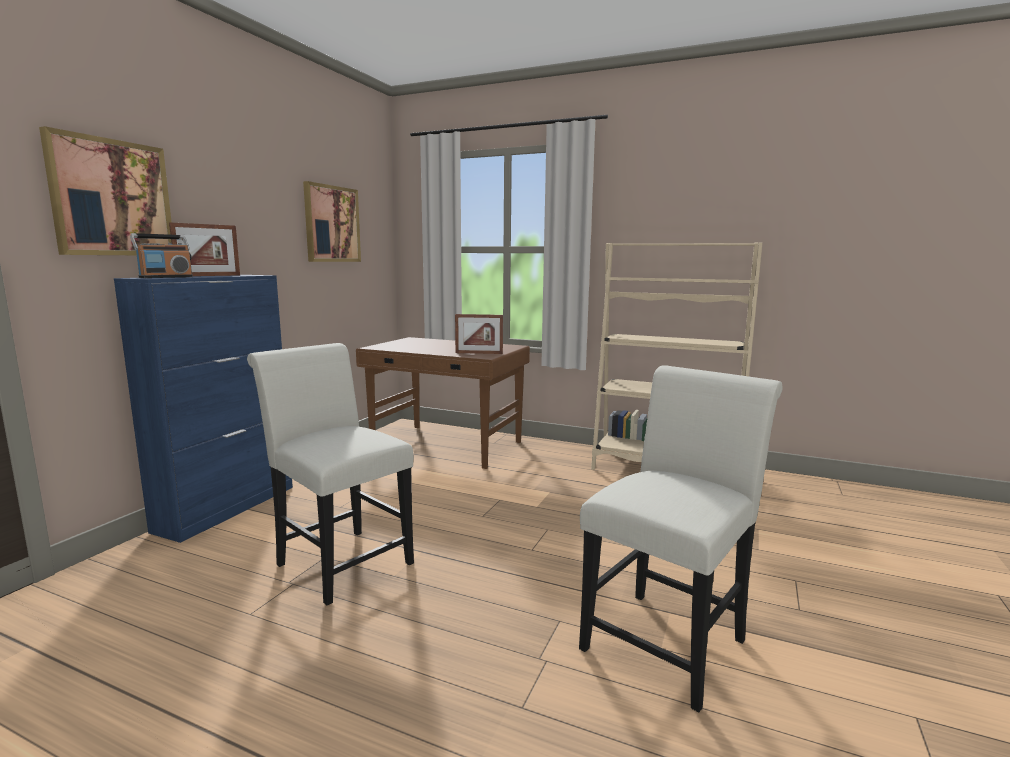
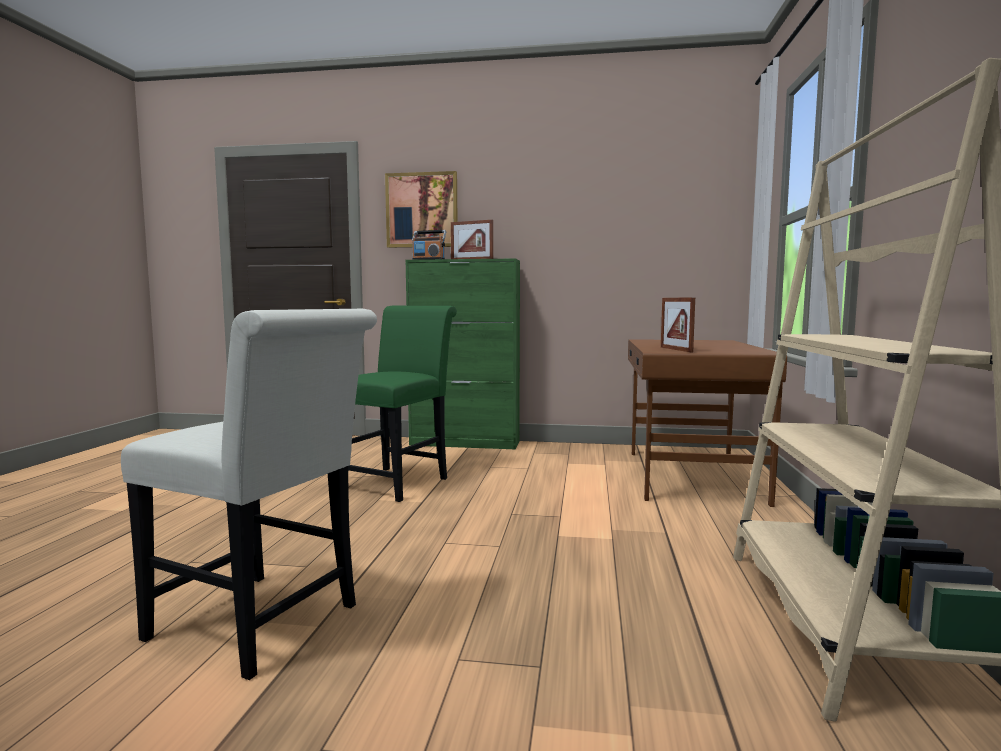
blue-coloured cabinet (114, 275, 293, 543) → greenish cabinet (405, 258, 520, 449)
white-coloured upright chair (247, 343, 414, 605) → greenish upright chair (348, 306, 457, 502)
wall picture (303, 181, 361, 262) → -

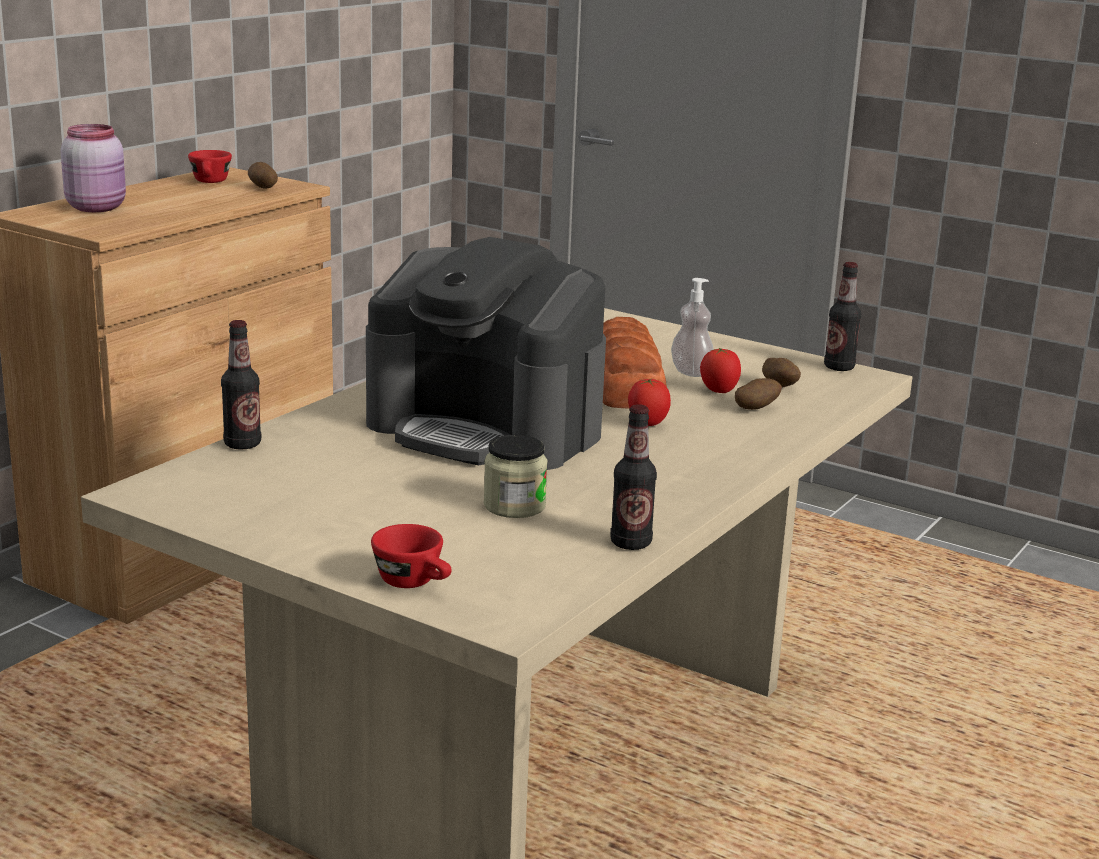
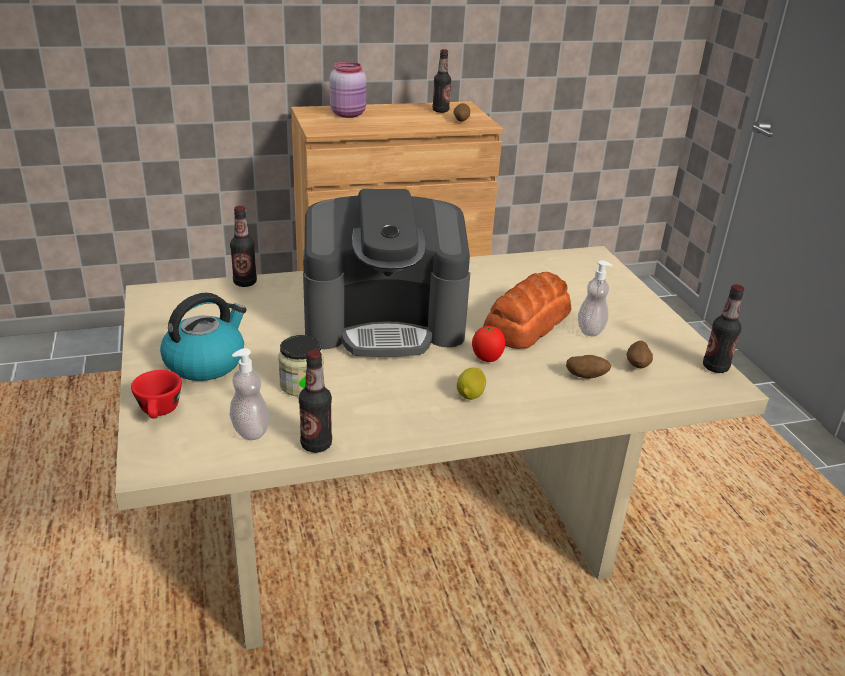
red drinking cup (188, 150, 232, 183) → bottle (432, 49, 451, 113)
coffee maker (366, 237, 606, 470) → coffee maker (303, 189, 471, 357), 75 degrees counterclockwise
whole tomato (700, 348, 741, 393) → -
- → water kettle (160, 293, 246, 381)
- → soap bottle (230, 348, 269, 440)
- → lemon (457, 368, 486, 400)

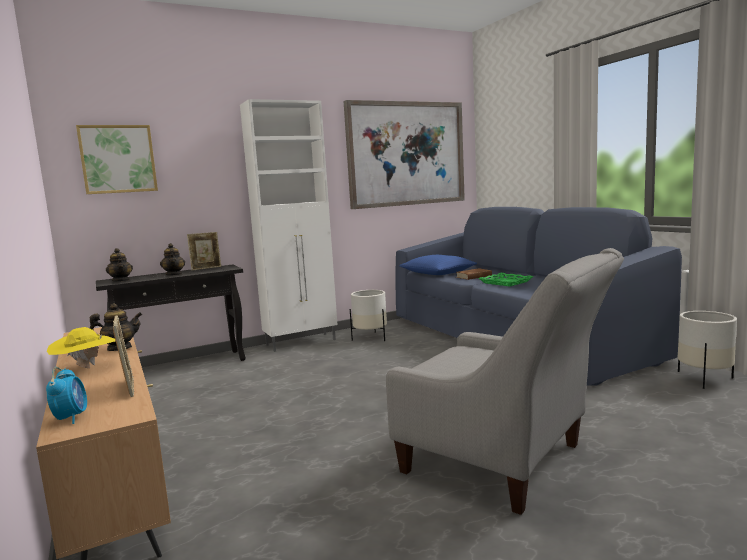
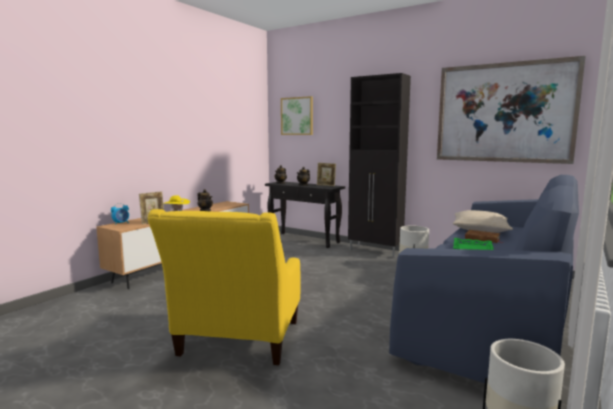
white-coloured cabinet (240, 99, 338, 352) → black-coloured cabinet (348, 73, 411, 258)
grey lounge chair (386, 248, 624, 515) → yellow lounge chair (148, 209, 300, 365)
blue-coloured pillow (399, 255, 477, 275) → beige-coloured pillow (453, 210, 513, 233)

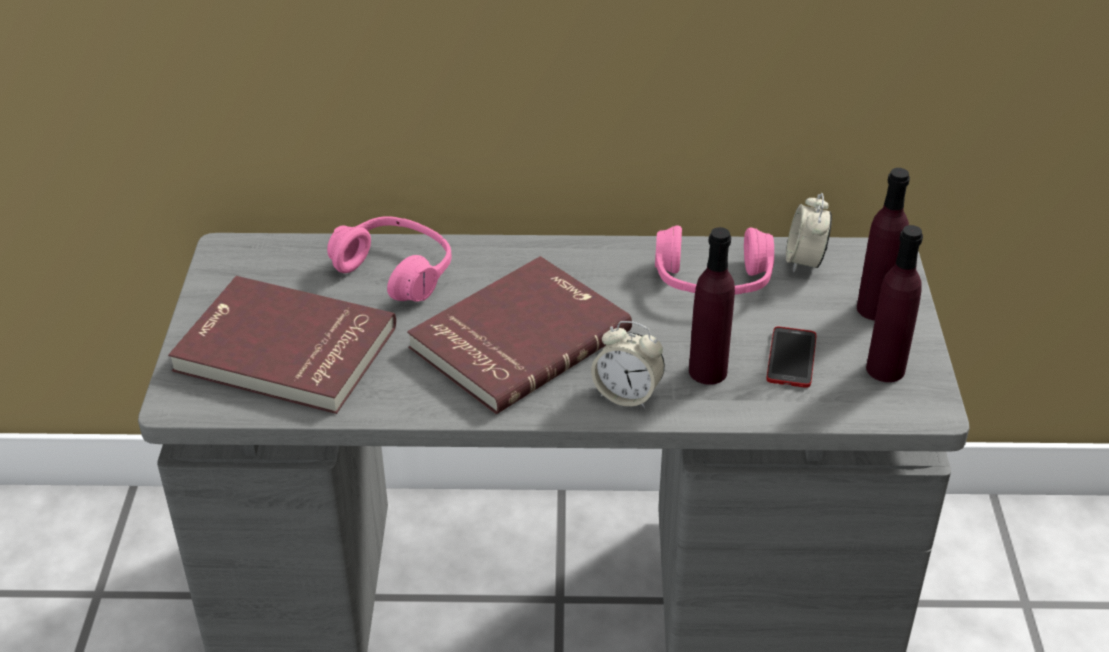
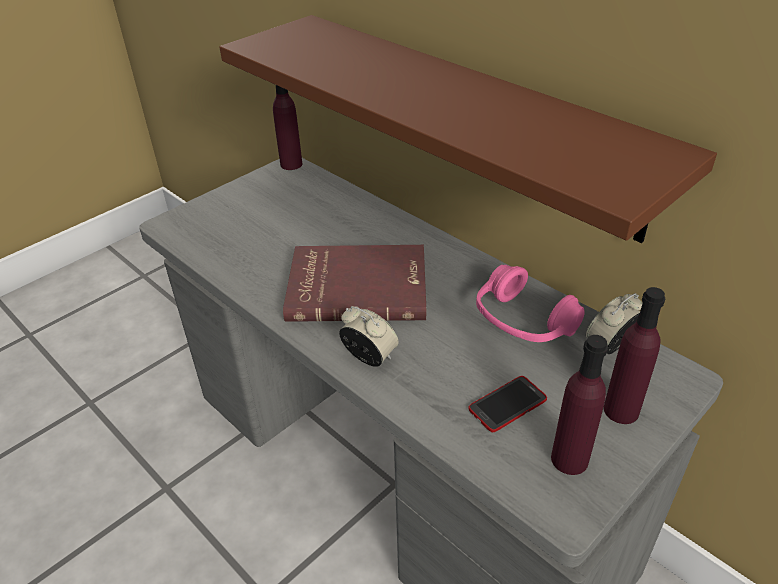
red book (168, 276, 396, 414) → -
pinkish headset (327, 216, 452, 302) → -
bedside clock (591, 321, 665, 408) → bedside clock (339, 306, 398, 367), 150 degrees clockwise
purple-coloured bottle (689, 227, 735, 385) → purple-coloured bottle (273, 85, 302, 170), moved
- → brown-coloured bracket shelf (219, 15, 717, 243)

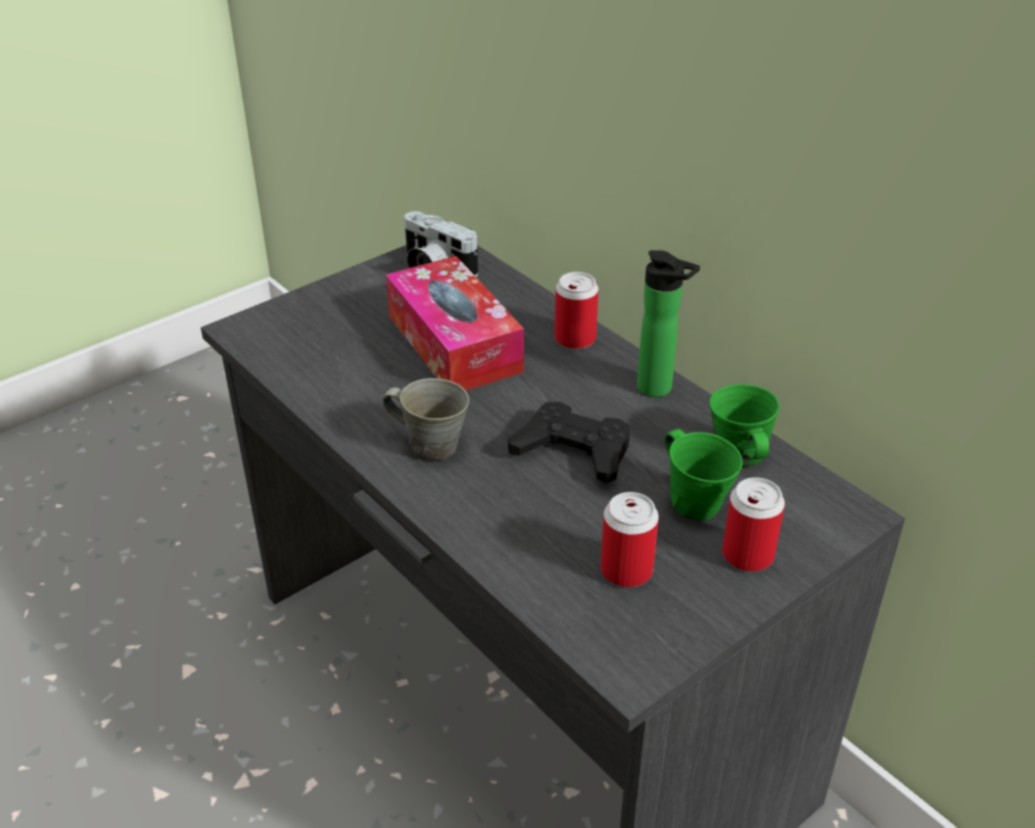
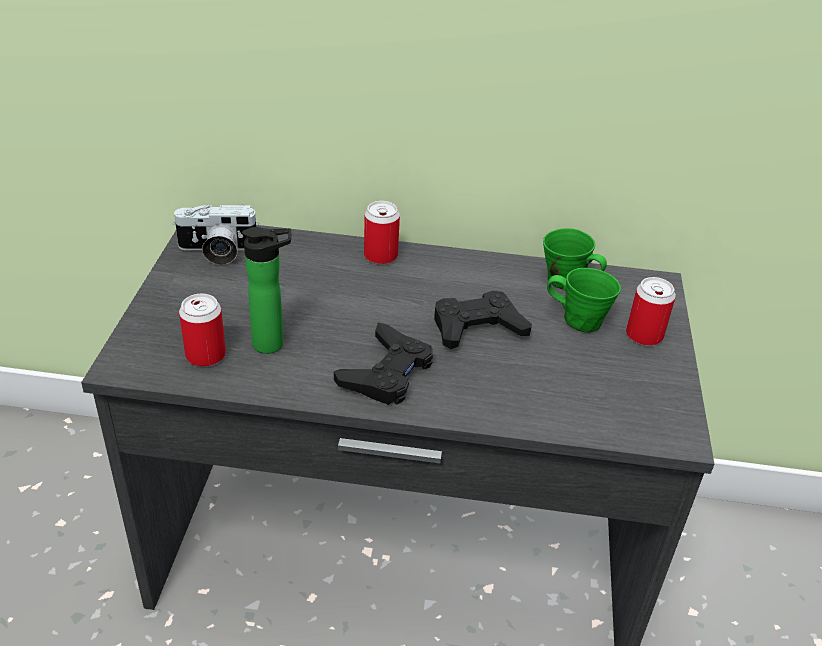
grey mug (383, 378, 469, 461) → black-coloured joypad (334, 322, 433, 405)
tissue box (386, 256, 524, 390) → -
sealed can (600, 492, 659, 587) → sealed can (179, 294, 226, 367), moved
bottle (637, 250, 700, 397) → bottle (242, 227, 291, 354), moved

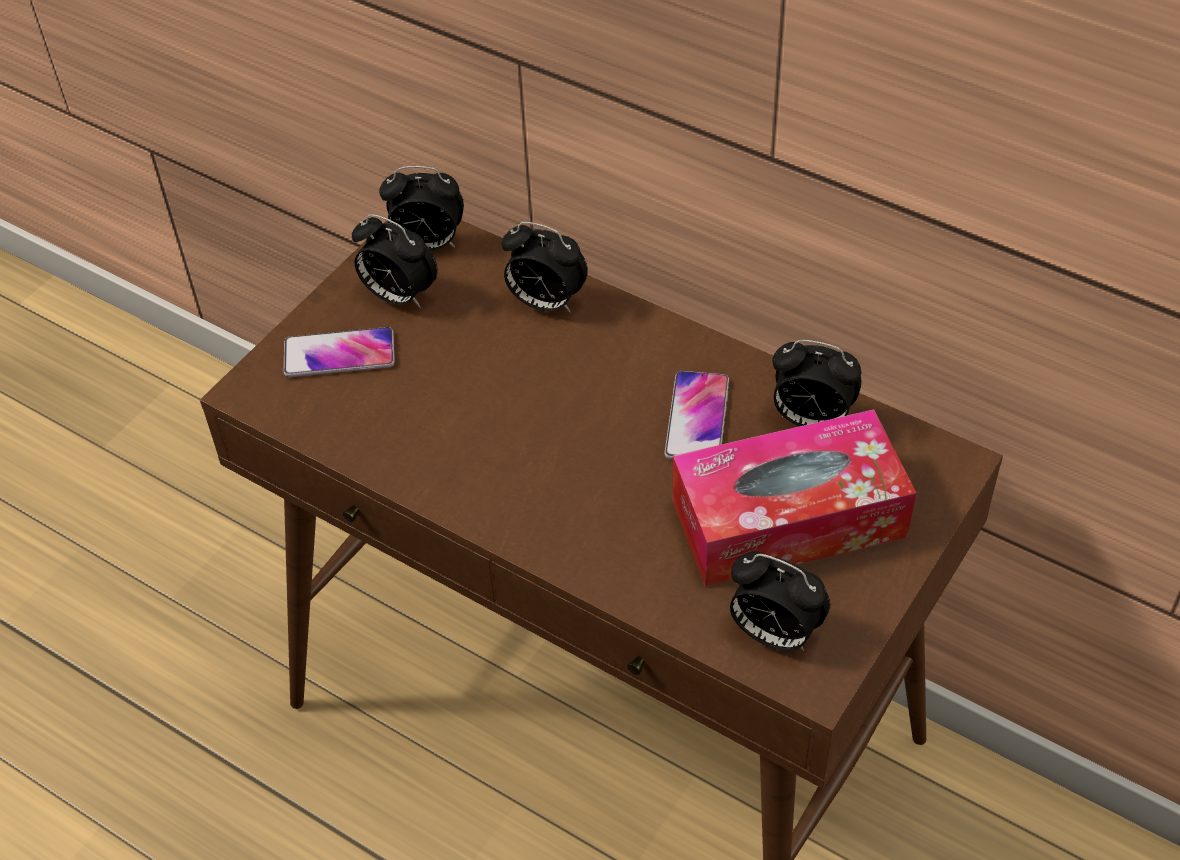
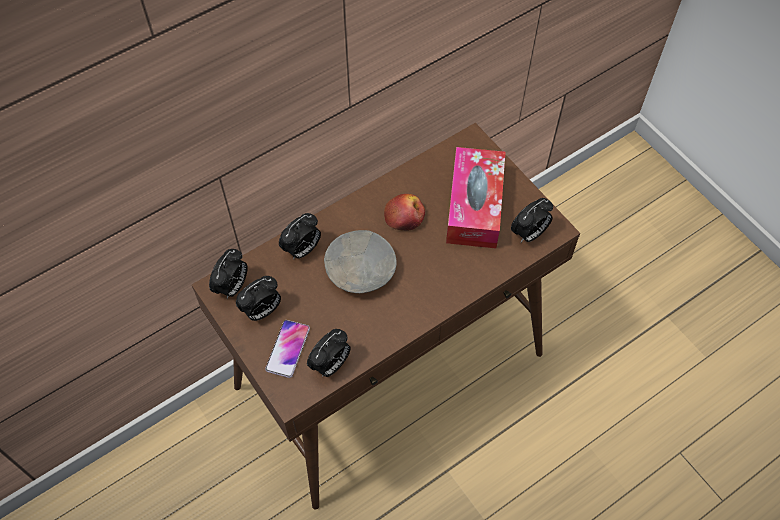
phone (665, 371, 729, 460) → apple (384, 194, 425, 231)
bedside clock (772, 340, 862, 426) → bedside clock (307, 329, 351, 377), moved
- → grey bowl (324, 230, 397, 293)

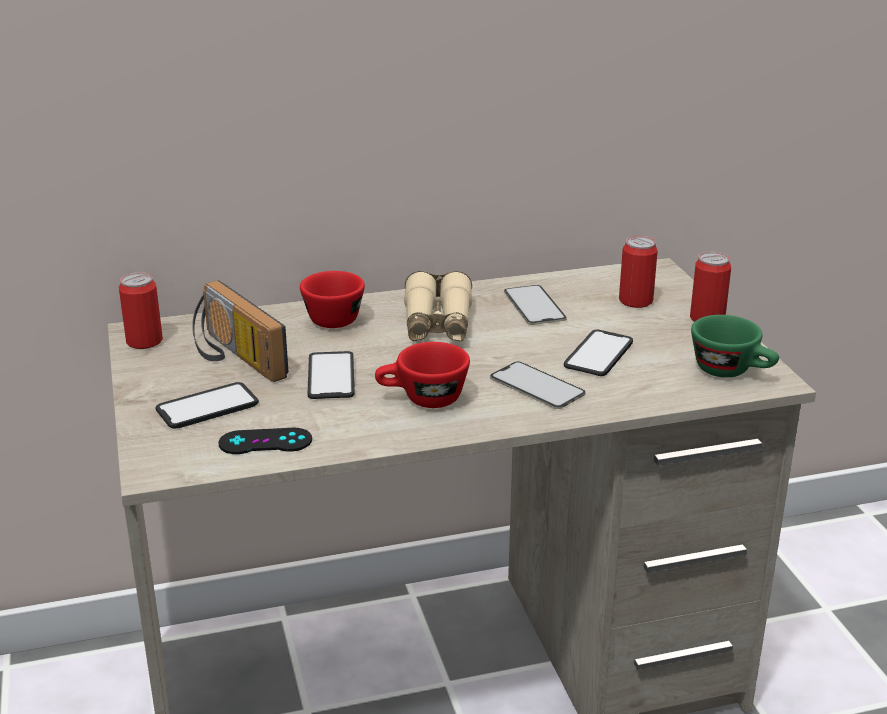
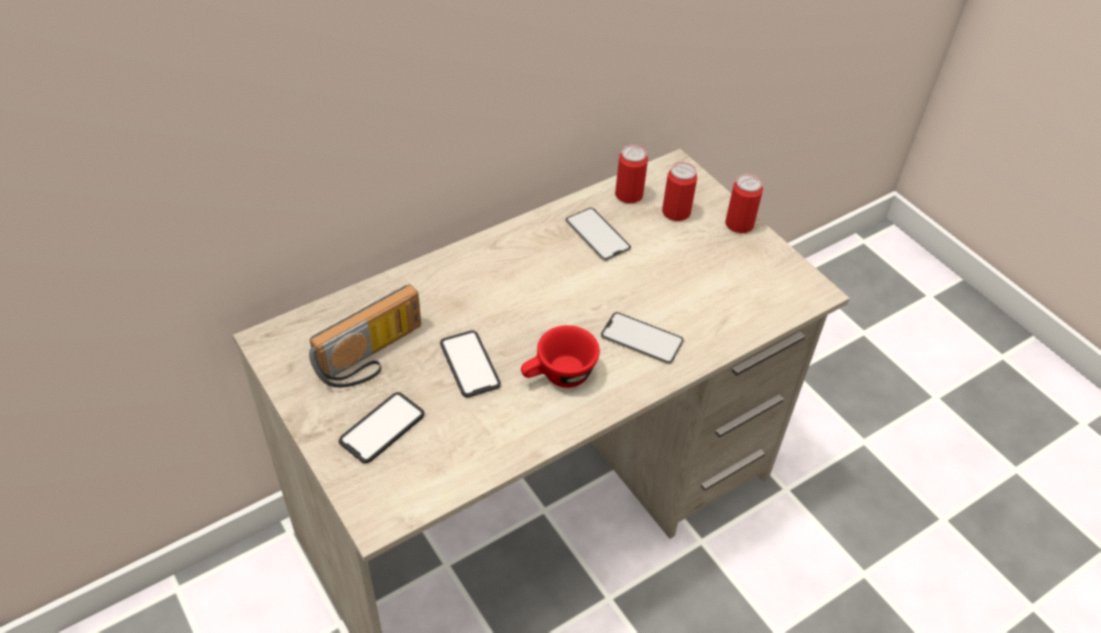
sealed can (119, 272, 163, 349) → sealed can (615, 145, 648, 204), moved
radio set (192, 280, 289, 382) → radio set (309, 284, 421, 388), 75 degrees counterclockwise
black-coloured joypad (218, 428, 312, 454) → -
red drinking cup (300, 271, 365, 328) → -
beige-coloured binoculars (404, 271, 472, 341) → -
phone (564, 330, 633, 376) → -
greenish drinking cup (691, 315, 779, 378) → -

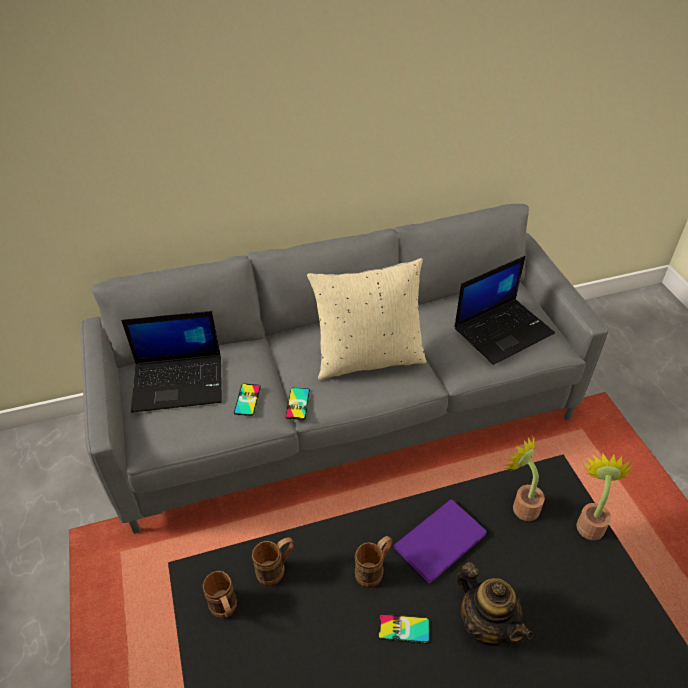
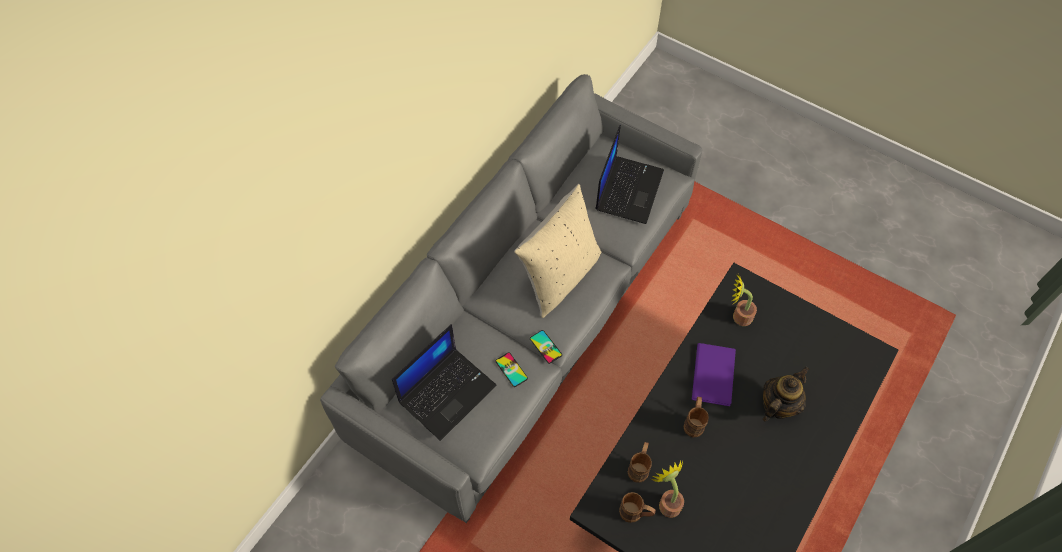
phone (378, 614, 430, 644) → -
teapot (456, 562, 533, 645) → teapot (763, 367, 810, 421), 60 degrees counterclockwise
plant in a pot (576, 454, 632, 540) → plant in a pot (652, 460, 684, 518), moved

